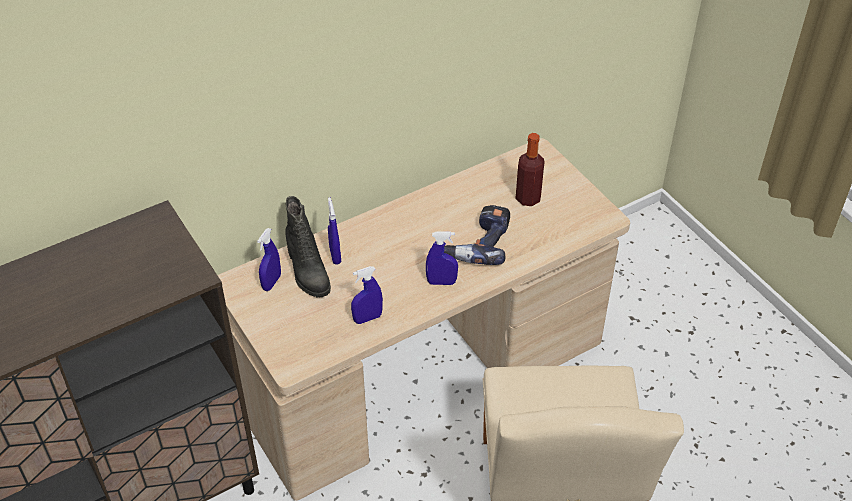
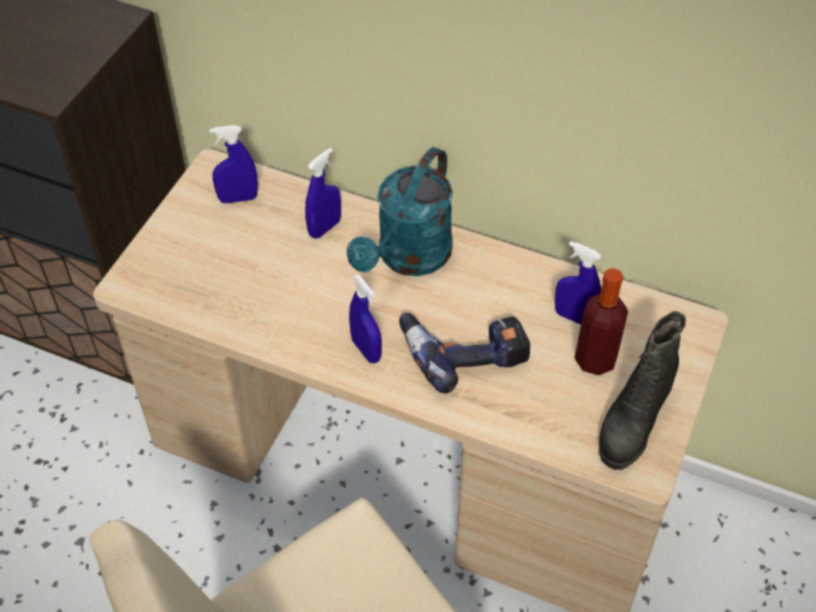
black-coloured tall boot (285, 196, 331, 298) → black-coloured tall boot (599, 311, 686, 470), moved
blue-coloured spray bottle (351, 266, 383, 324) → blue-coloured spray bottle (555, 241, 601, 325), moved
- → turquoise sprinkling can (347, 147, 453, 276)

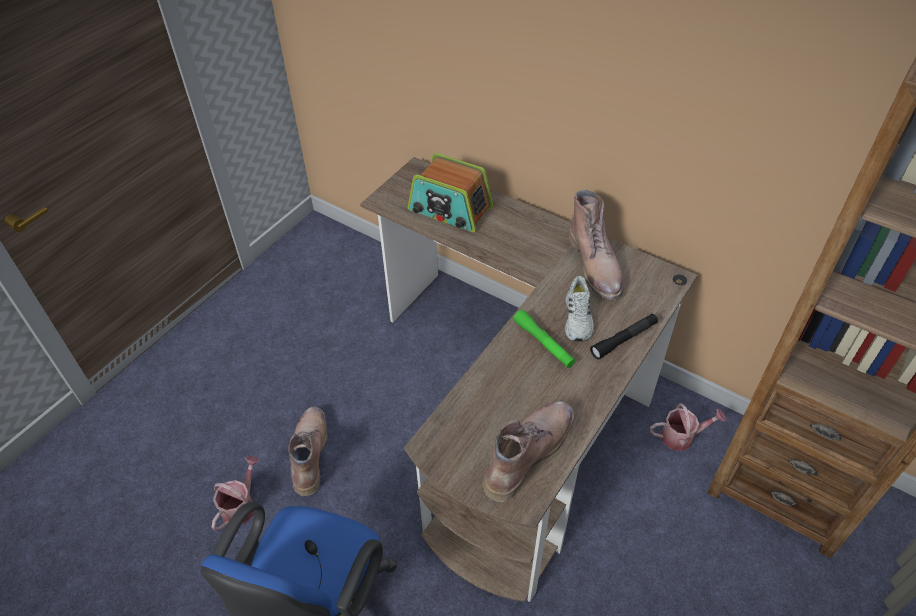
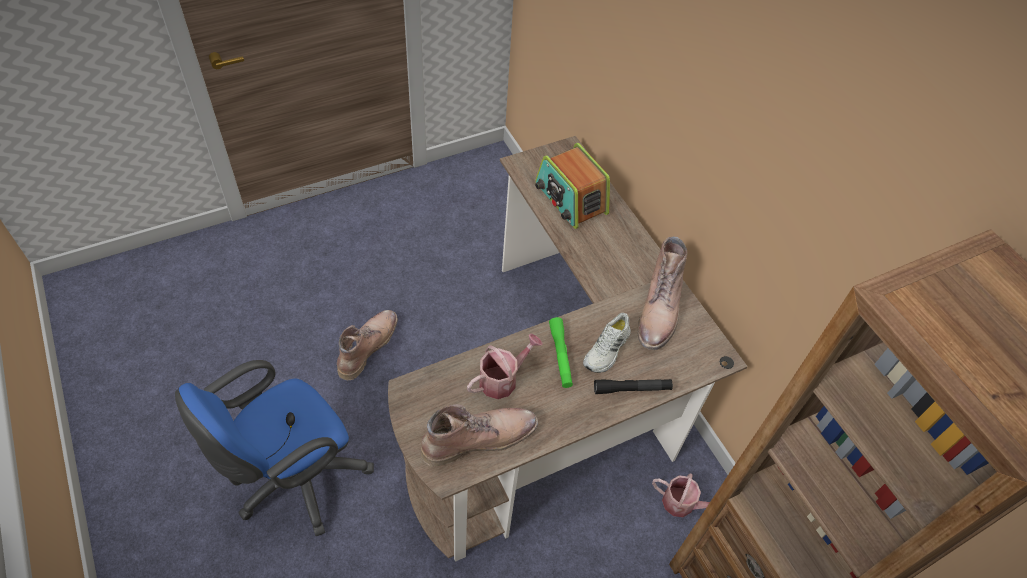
sprinkling can (212, 456, 260, 531) → sprinkling can (467, 333, 543, 399), moved

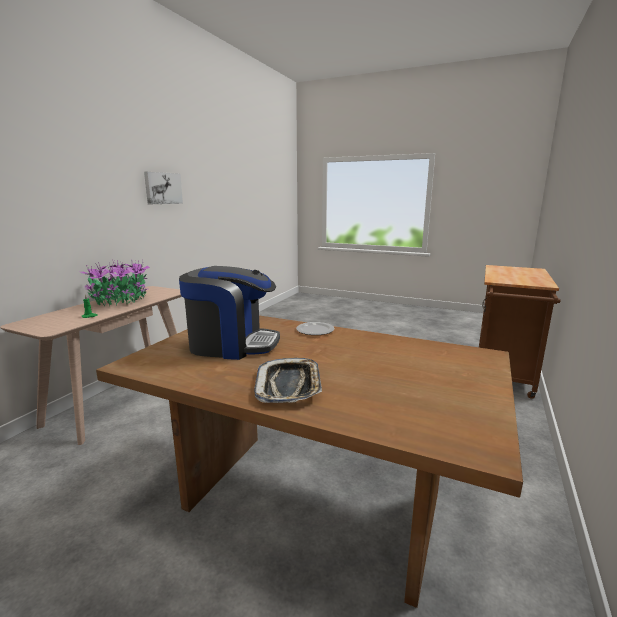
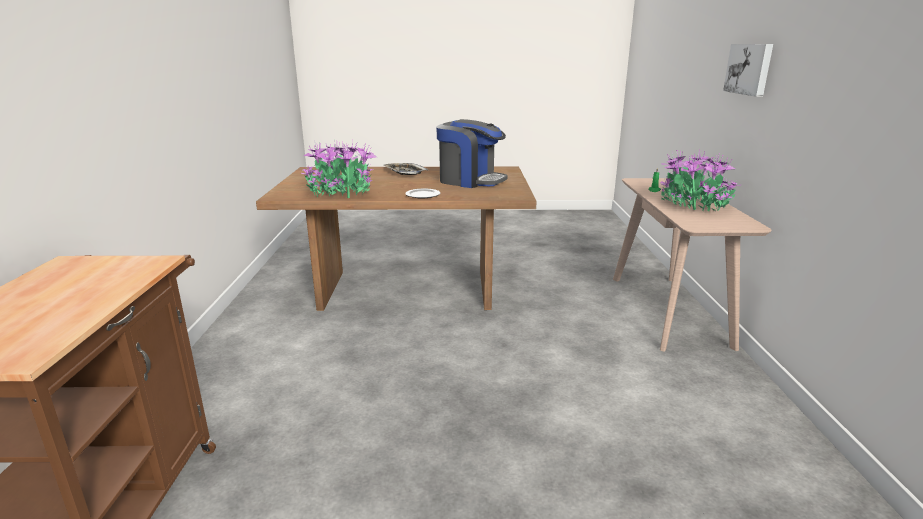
wall picture (144, 172, 183, 204) → wall picture (723, 44, 773, 97), moved
coffee maker (179, 266, 280, 360) → coffee maker (436, 119, 508, 188), 135 degrees counterclockwise
- → plant in a pot (301, 141, 377, 198)

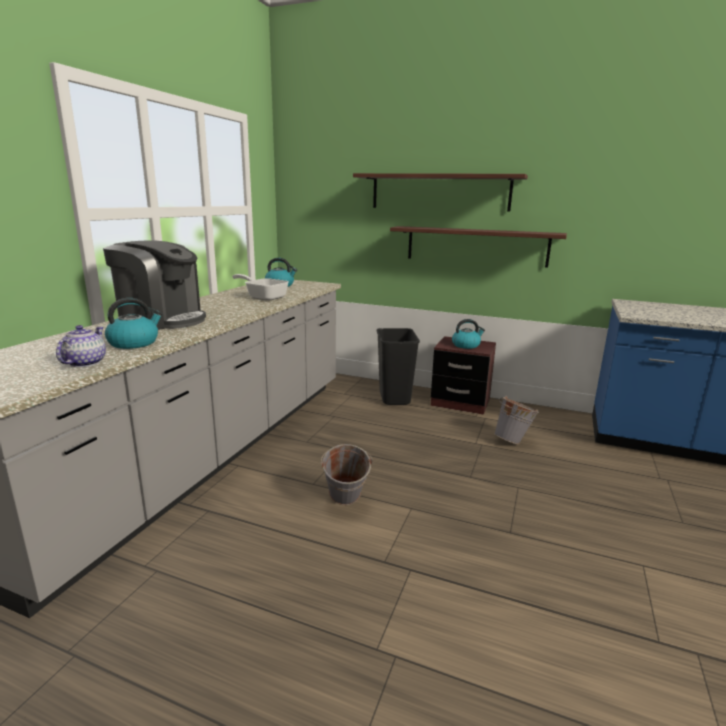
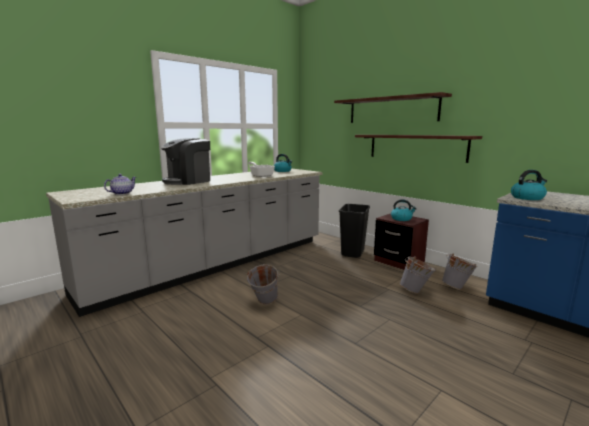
coffee maker (103, 240, 206, 330) → coffee maker (161, 138, 210, 185), 90 degrees clockwise
water kettle (105, 298, 163, 349) → water kettle (511, 170, 547, 200), moved
- → grey bucket (442, 253, 478, 290)

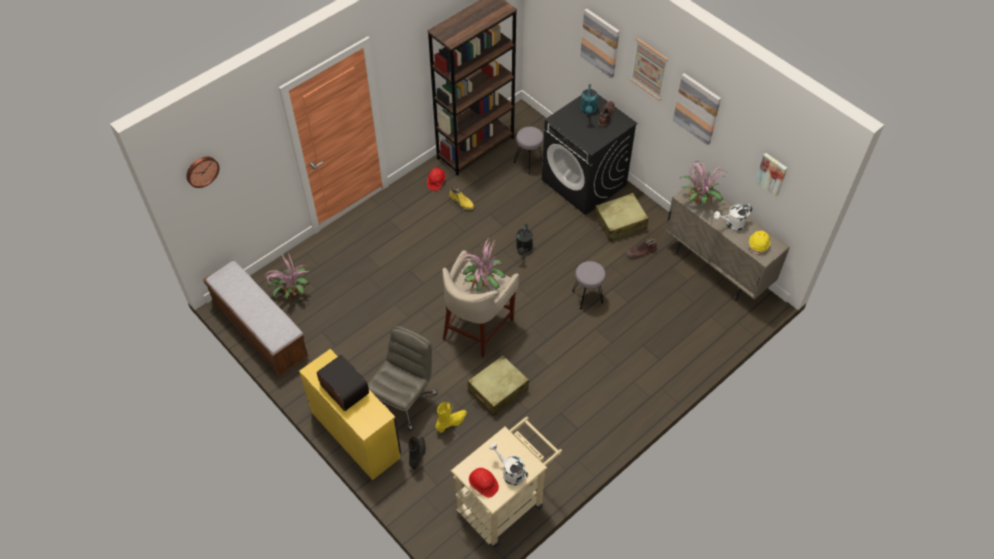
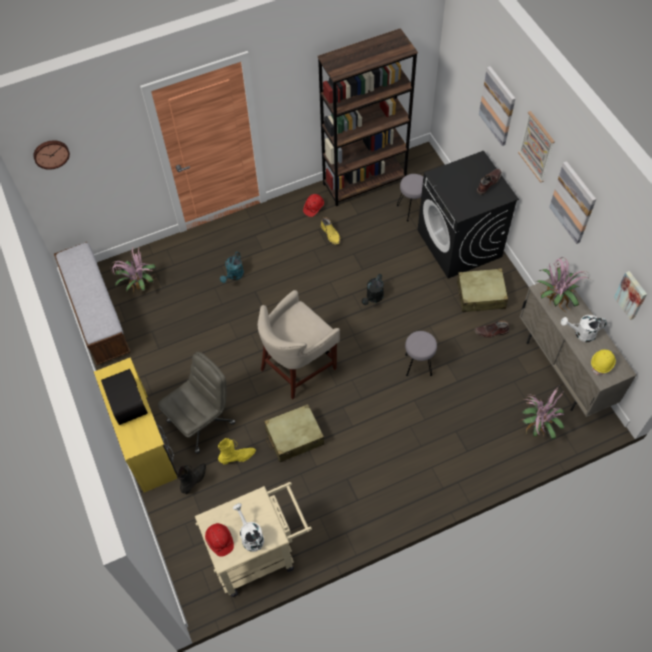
plant in a pot (459, 237, 506, 292) → plant in a pot (520, 386, 565, 439), moved
turquoise sprinkling can (580, 84, 598, 114) → turquoise sprinkling can (220, 252, 244, 283), moved

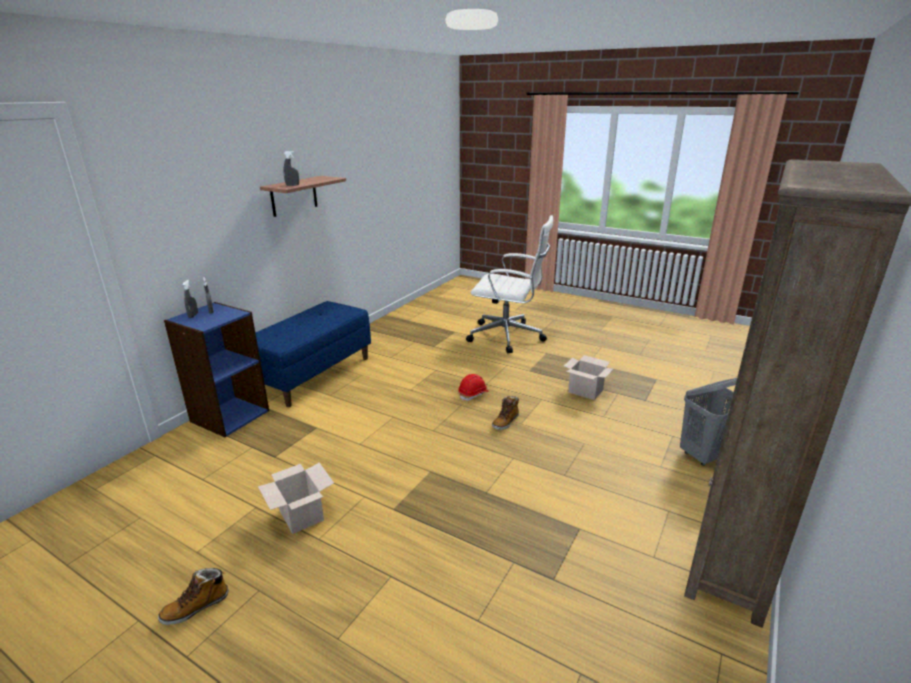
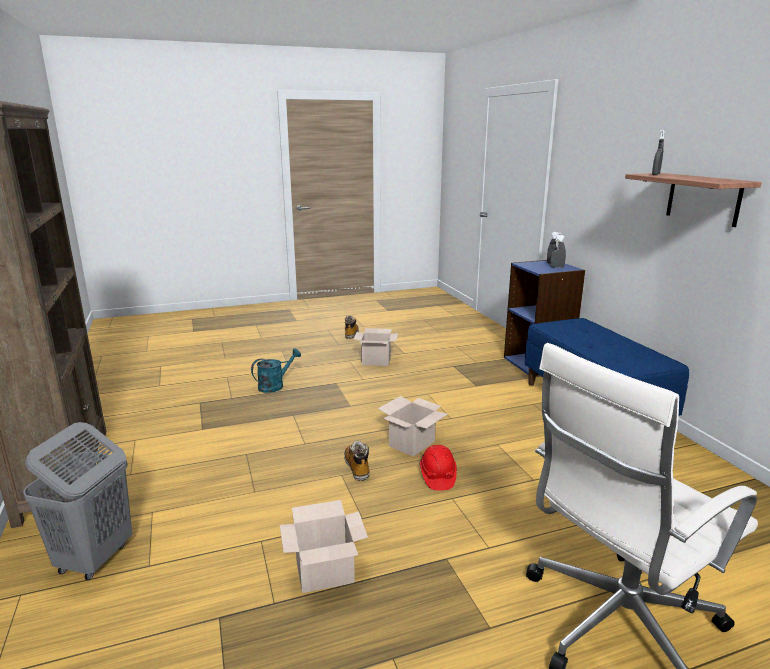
- → turquoise sprinkling can (251, 348, 301, 393)
- → cardboard box (378, 396, 448, 457)

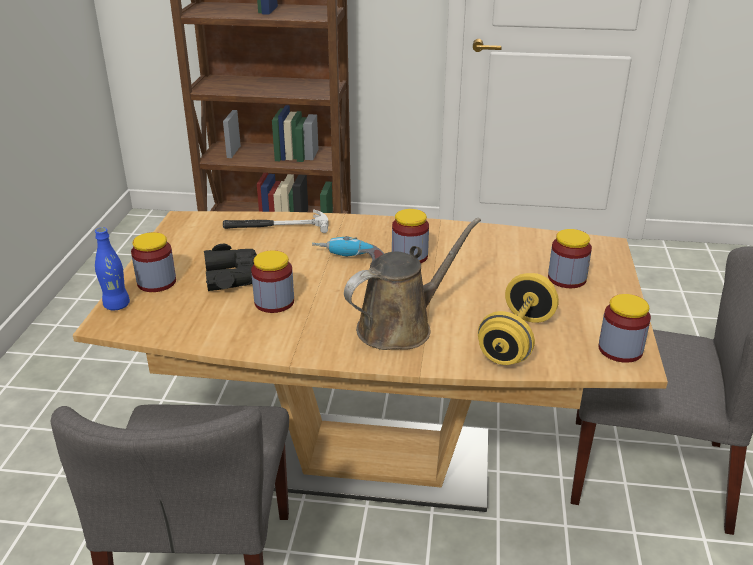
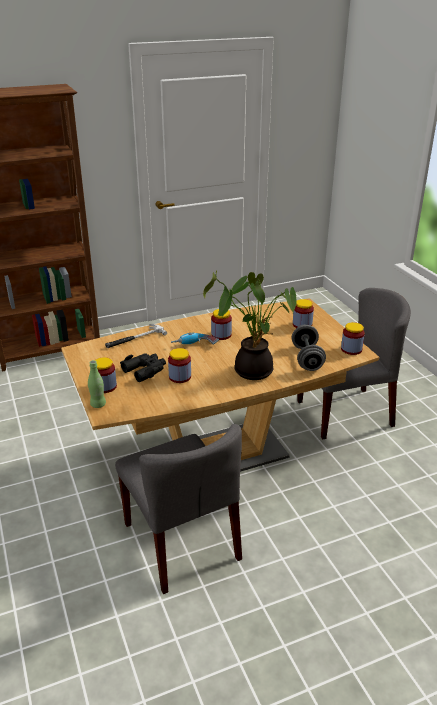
blue-coloured bottle (95, 227, 130, 310) → greenish bottle (88, 360, 106, 408)
brown-coloured sprinkling can (344, 217, 481, 350) → plant in a pot (203, 270, 297, 380)
yellow hand weight (478, 273, 559, 365) → grey hand weight (292, 325, 326, 371)

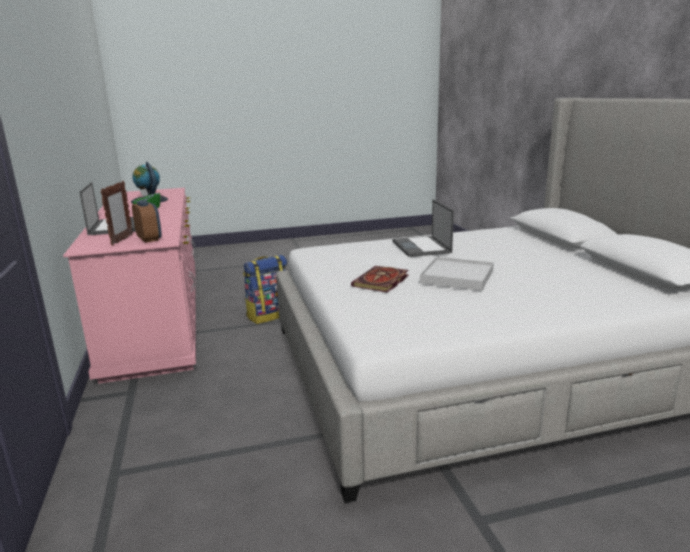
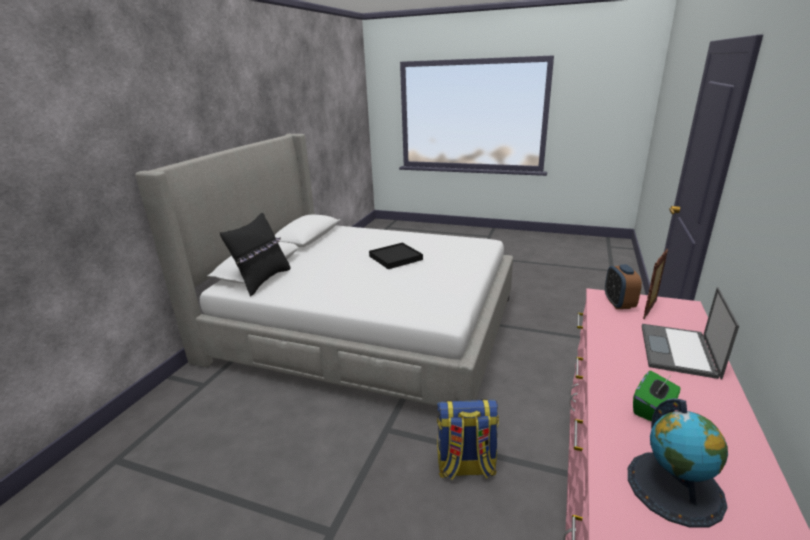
book (351, 266, 409, 293) → -
notebook computer (393, 200, 454, 257) → -
white-coloured tray (420, 257, 494, 291) → black-coloured tray (369, 243, 423, 269)
- → black-coloured pillow (220, 213, 291, 297)

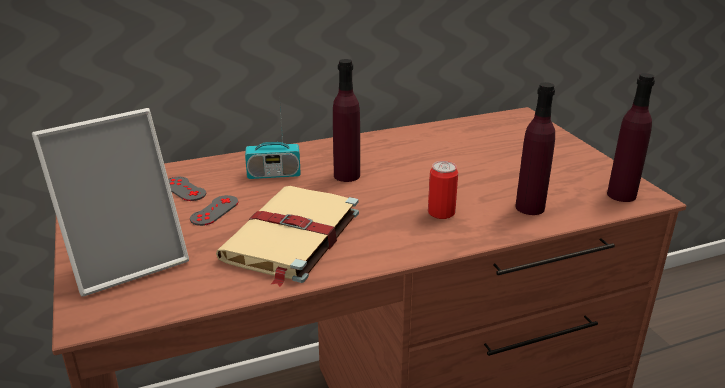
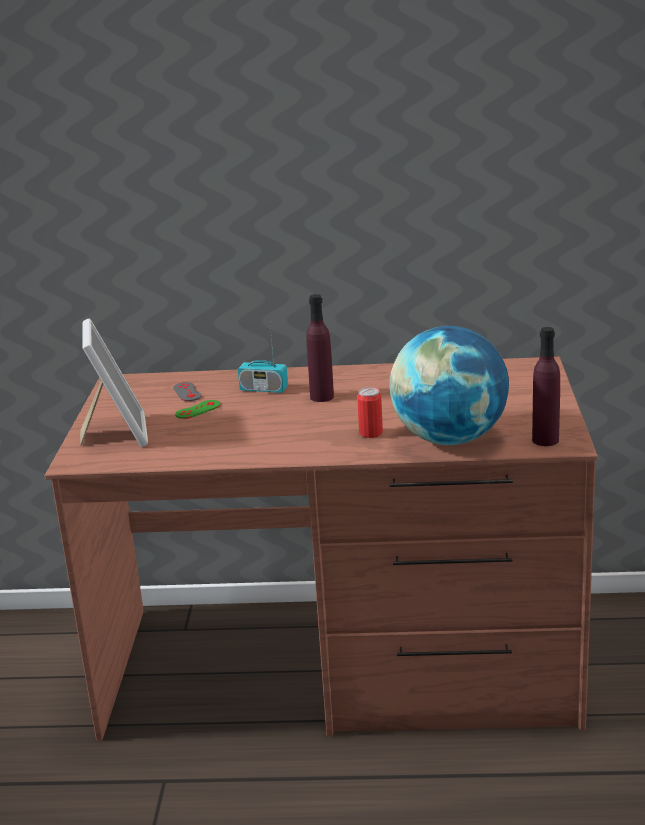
photo frame (32, 108, 189, 297) → photo frame (80, 319, 148, 447), 90 degrees counterclockwise
grey joypad (190, 195, 238, 226) → greenish joypad (175, 400, 221, 419)
beige-coloured book (216, 186, 359, 287) → -
purple-coloured bottle (515, 82, 555, 215) → globe (389, 326, 509, 445)

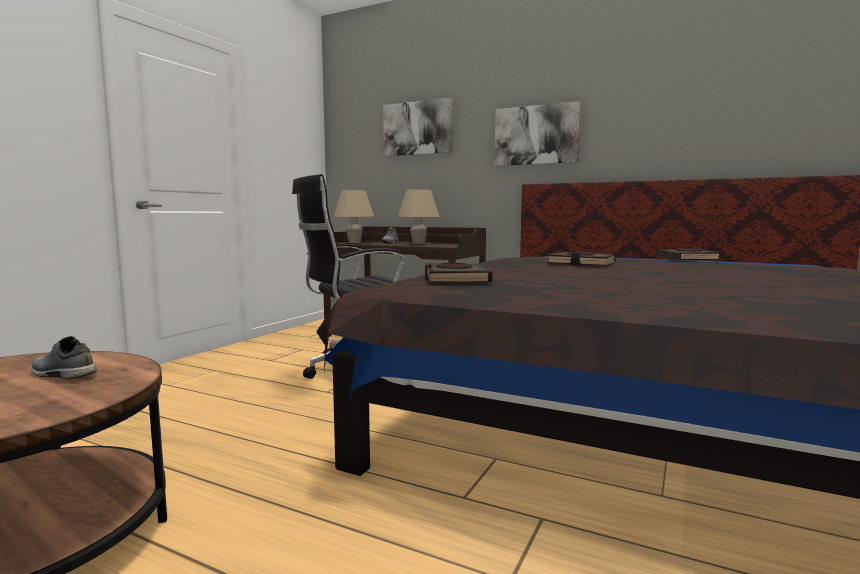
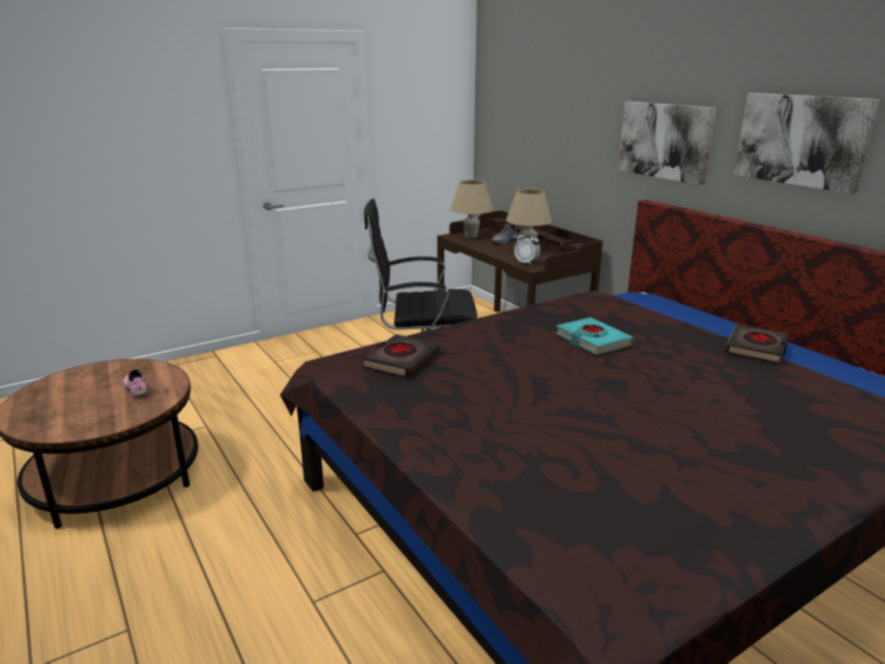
grey item of footwear (31, 336, 97, 379) → pinkish item of footwear (123, 369, 149, 397)
wall picture (383, 98, 453, 156) → wall picture (734, 93, 880, 194), moved
black-coloured book (547, 251, 616, 266) → turquoise book (556, 317, 634, 355)
- → bedside clock (514, 230, 540, 265)

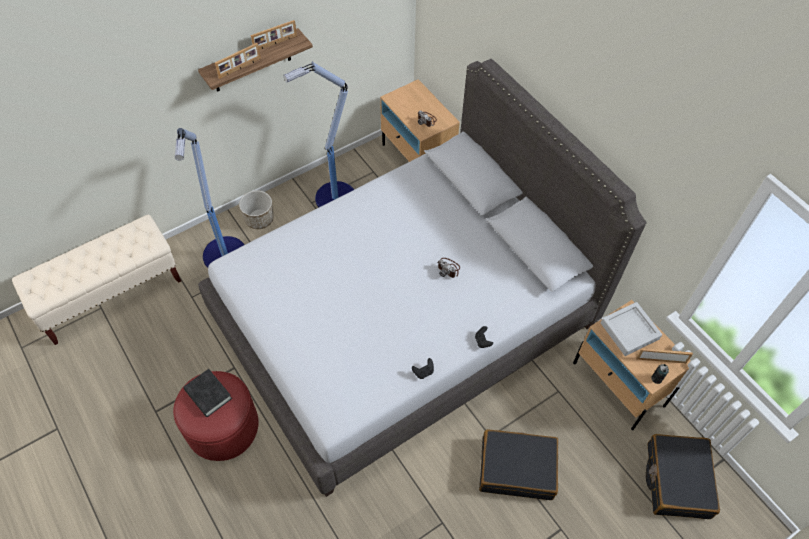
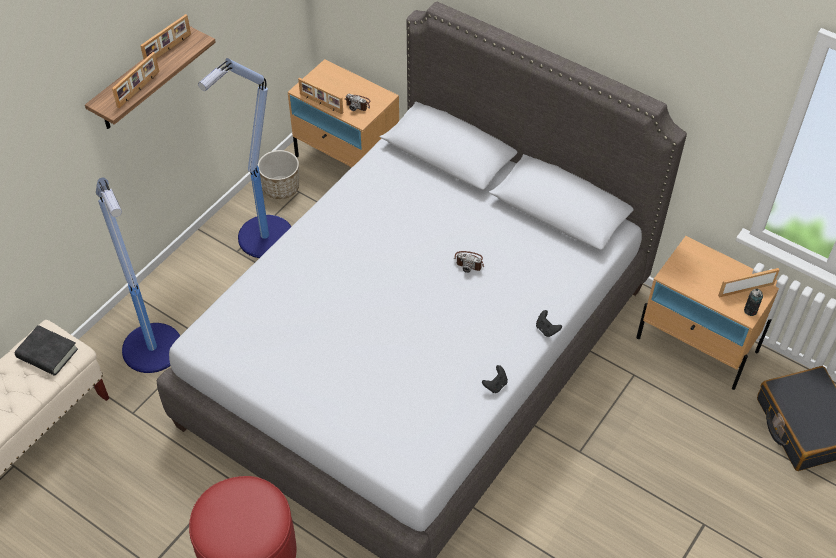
black-coloured book (183, 369, 232, 417) → black-coloured book (15, 325, 78, 376), moved
flower pot (239, 190, 274, 229) → flower pot (258, 150, 299, 199), moved
black-coloured suitcase (479, 429, 558, 500) → -
grey tray (600, 302, 662, 356) → -
- → photo frame (298, 78, 343, 114)

